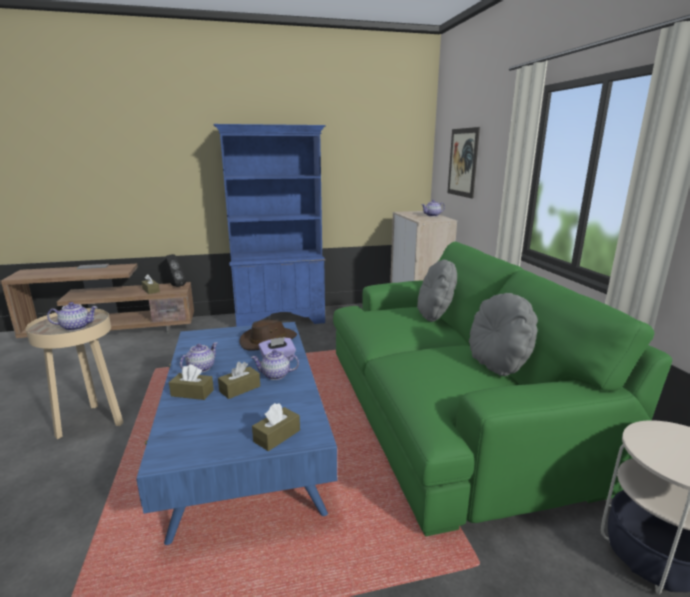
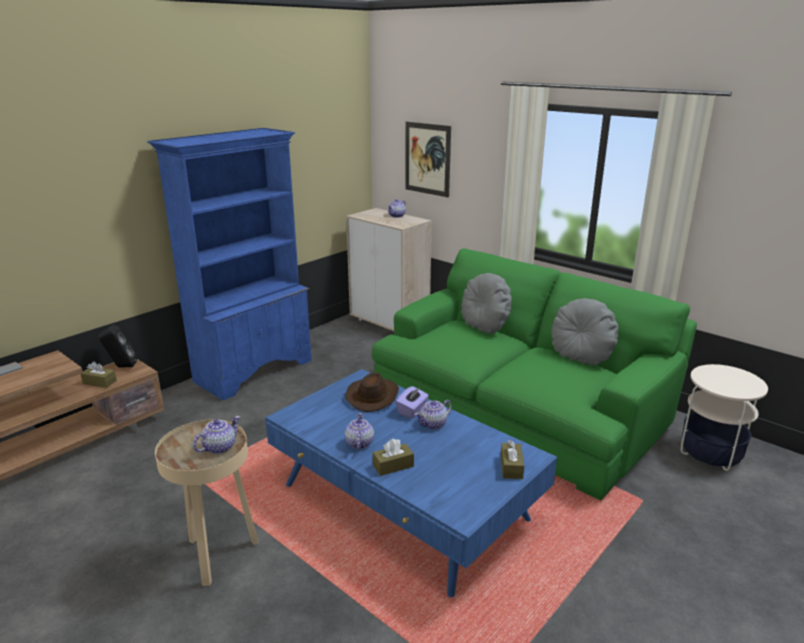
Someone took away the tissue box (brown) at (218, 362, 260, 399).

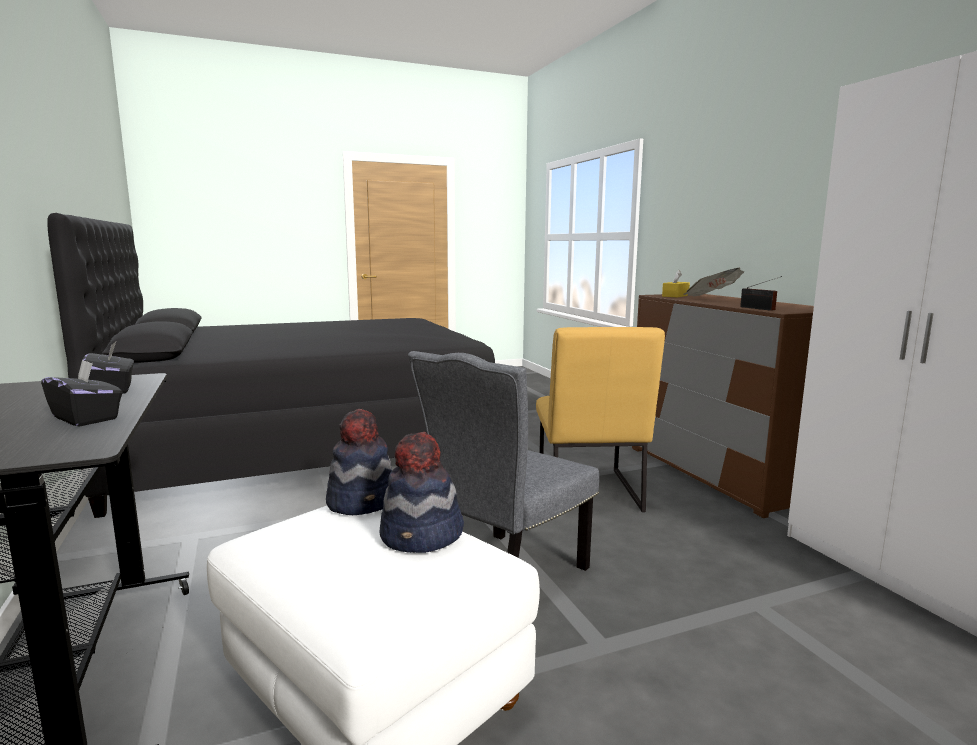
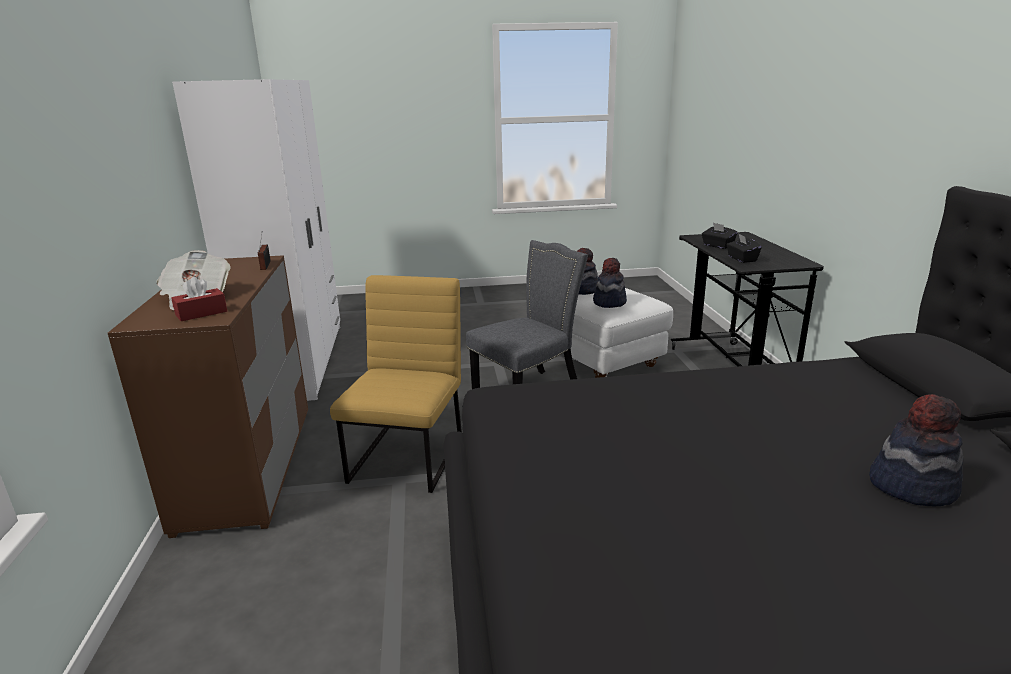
Someone put down the hat at (869, 394, 964, 506).
Someone repainted the tissue box (yellow) at (662, 270, 690, 297), which became the tissue box (red) at (171, 277, 227, 321).

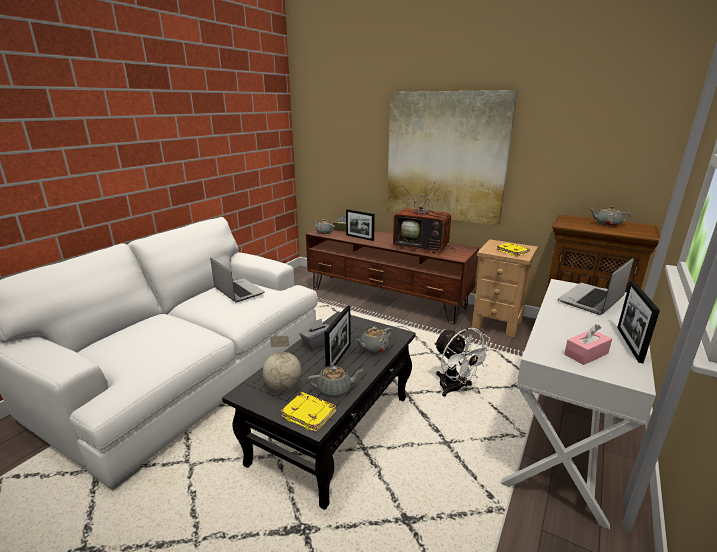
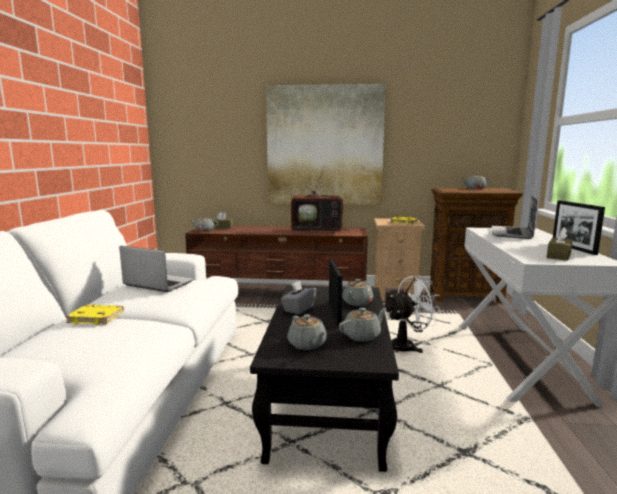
Someone took away the picture frame at (346, 209, 375, 241).
Someone carried the book (yellow) from (280, 392, 336, 432) to (66, 305, 124, 325).
Someone swapped the globe at (263, 336, 302, 391) for the teapot (grey) at (287, 314, 327, 350).
Someone repainted the tissue box (pink) at (564, 324, 612, 365), which became the tissue box (brown) at (547, 227, 573, 261).
Someone rotated the fan (white) at (434, 328, 493, 397) by 60 degrees counterclockwise.

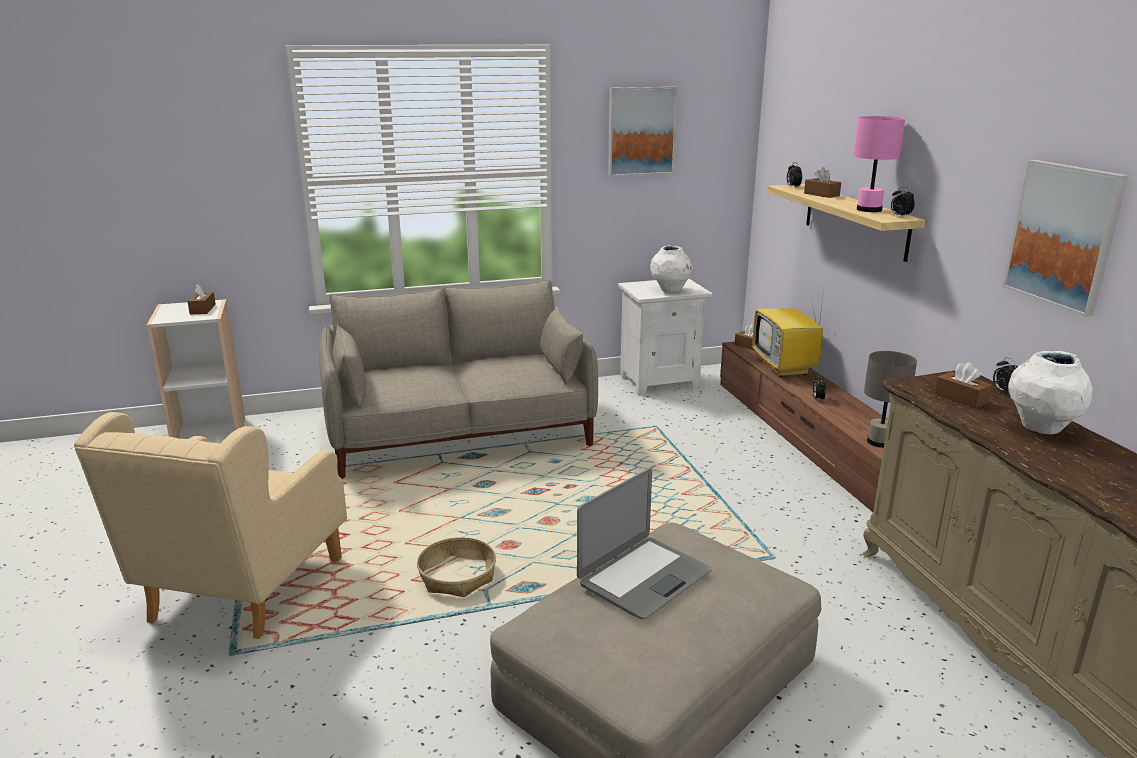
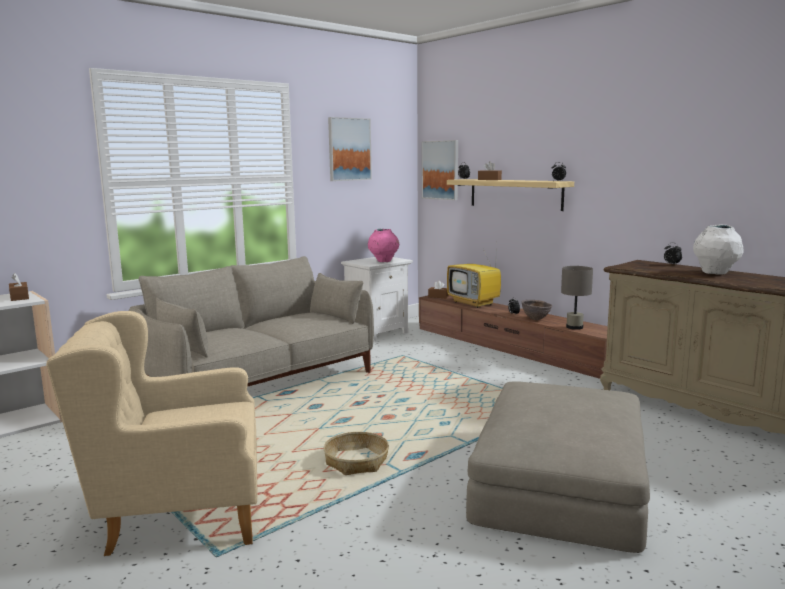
Someone took away the laptop at (577, 468, 712, 619).
Someone took away the table lamp (pink) at (854, 116, 905, 212).
Someone took away the tissue box (brown) at (935, 362, 992, 408).
Someone put down the bowl (brown) at (522, 300, 552, 320).
Someone carried the picture from (1003, 160, 1128, 317) to (422, 140, 458, 200).
Someone repainted the vase (white) at (650, 245, 693, 293), which became the vase (pink) at (368, 229, 399, 262).
Someone rotated the armchair (beige) at (74, 412, 347, 639) by 90 degrees clockwise.

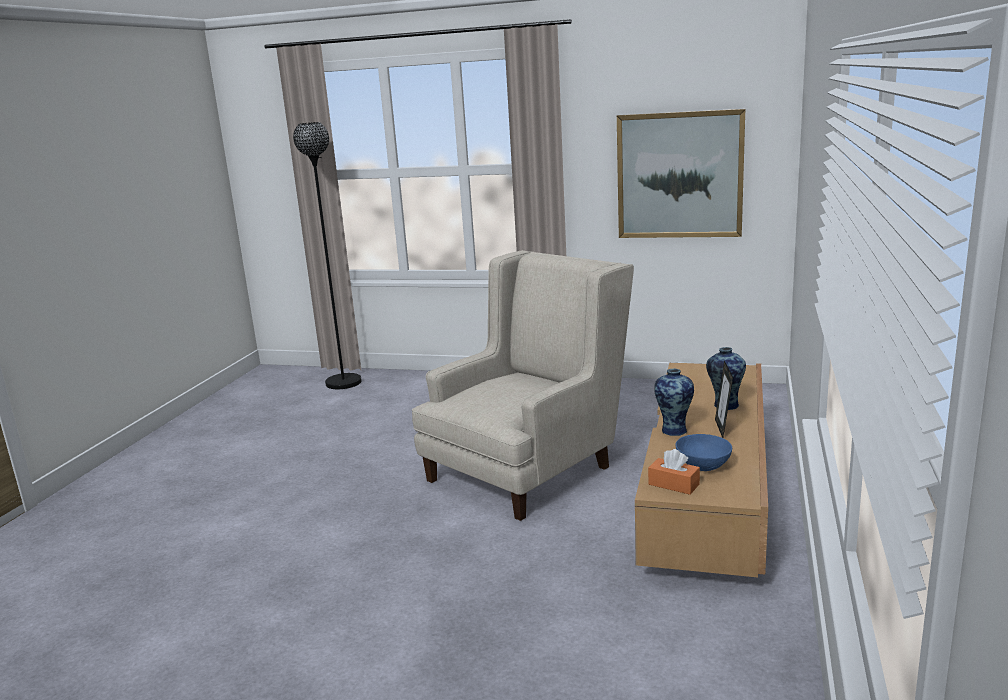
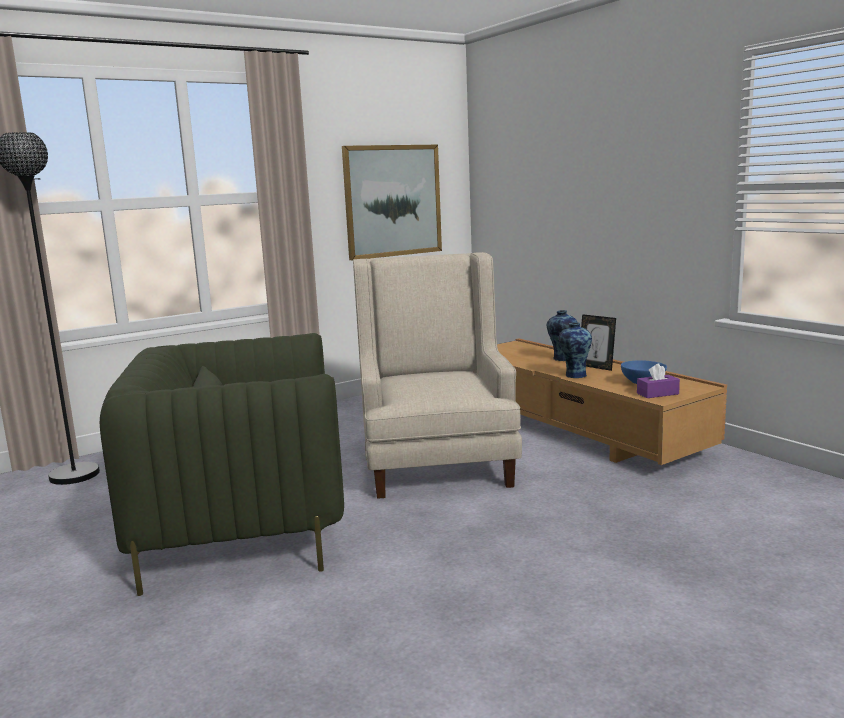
Someone put down the armchair (green) at (100, 333, 344, 596).
Someone repainted the tissue box (orange) at (648, 449, 700, 495), which became the tissue box (purple) at (637, 363, 680, 398).

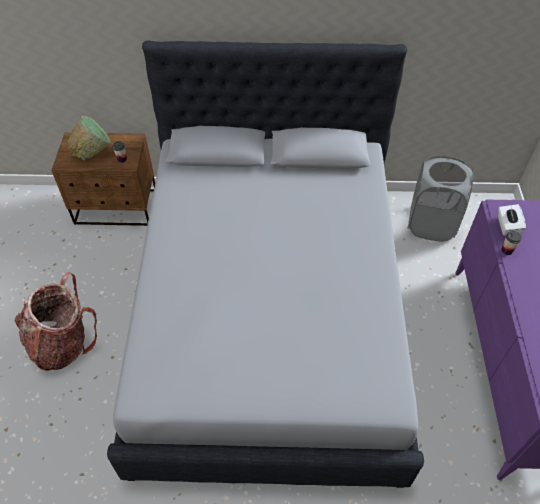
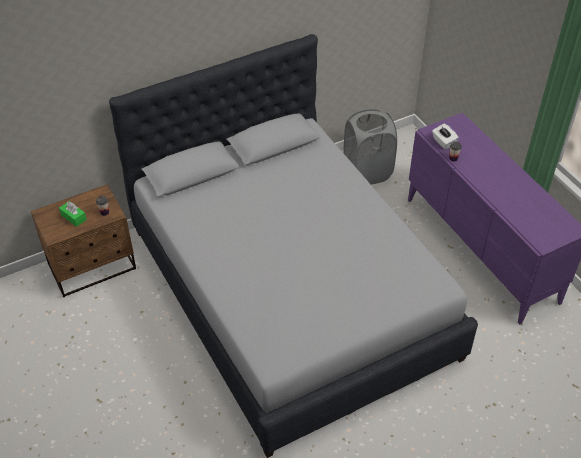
Someone took away the backpack at (15, 272, 97, 371).
Someone swapped the bowl (green) at (68, 116, 111, 160) for the tissue box (green) at (59, 201, 87, 227).

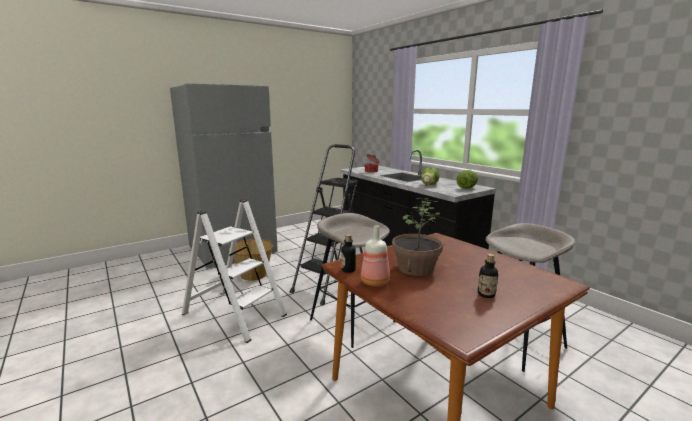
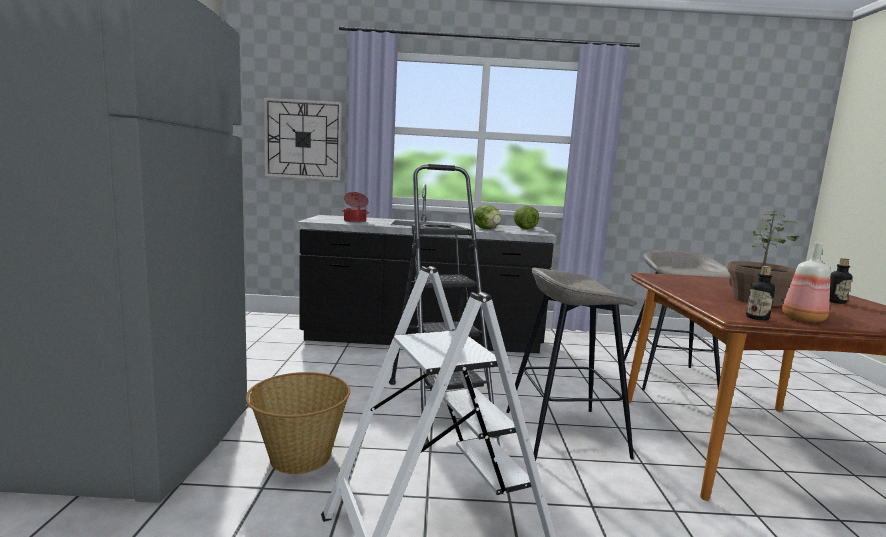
Someone put up the wall clock at (264, 98, 342, 180).

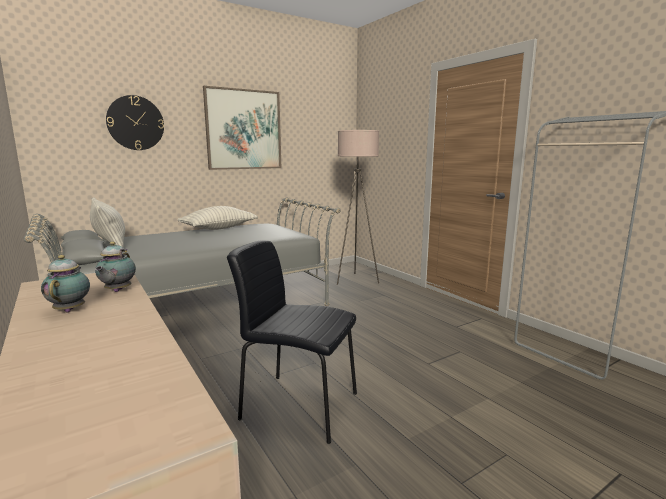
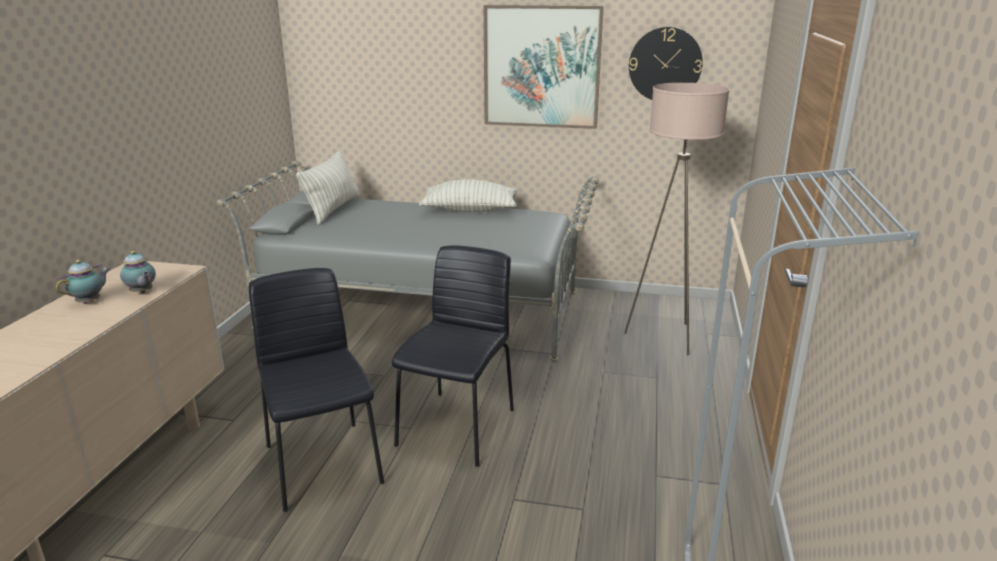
Someone put down the chair (black) at (392, 245, 514, 467).
Someone carried the wall clock from (106, 95, 164, 150) to (629, 27, 703, 100).
Someone rotated the teapot at (95, 242, 136, 292) by 90 degrees counterclockwise.

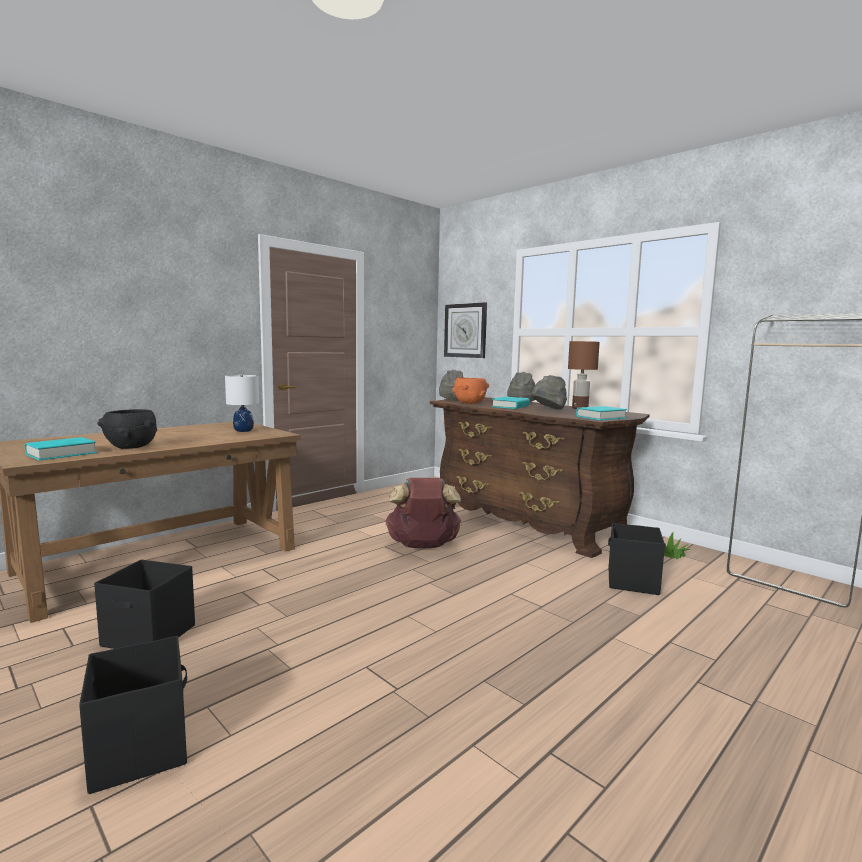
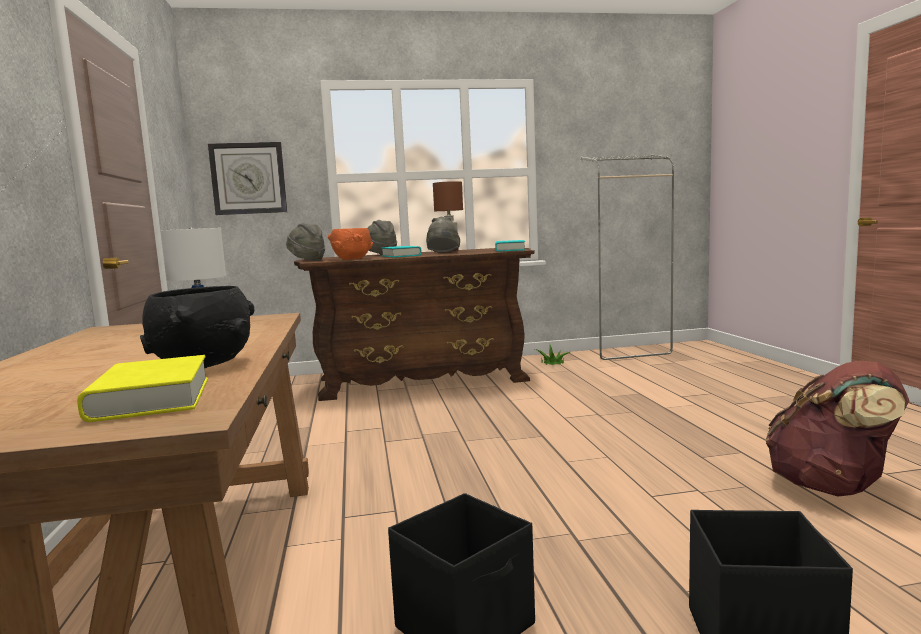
Someone took away the storage box (black) at (608, 523, 665, 595).
Someone carried the backpack (brown) from (385, 478, 462, 548) to (765, 361, 909, 496).
Someone repainted the book (turquoise) at (25, 437, 97, 461), which became the book (yellow) at (77, 355, 208, 422).

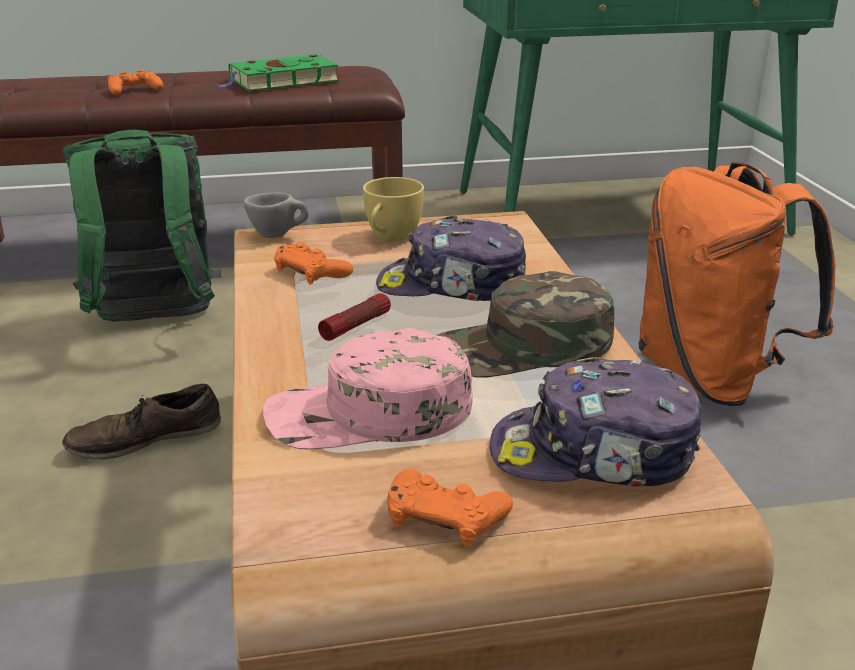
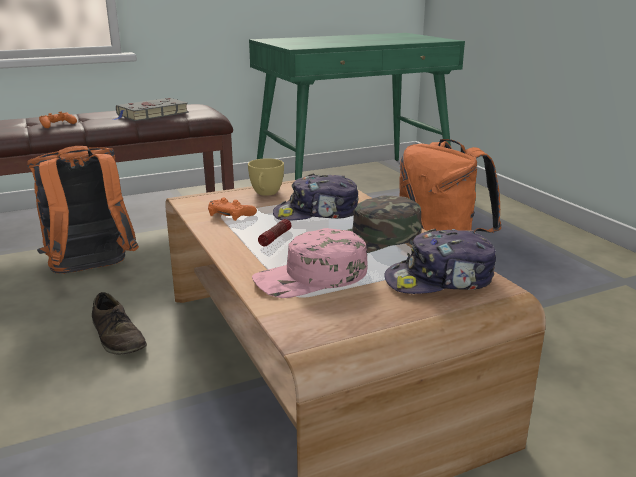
Someone took away the cup (grey) at (244, 192, 309, 238).
Someone took away the game controller (orange) at (387, 469, 513, 547).
Someone repainted the backpack (green) at (63, 130, 222, 322), which became the backpack (orange) at (27, 146, 139, 274).
Someone repainted the book (green) at (217, 54, 339, 91), which became the book (grey) at (114, 98, 189, 121).
Someone rotated the shoe (brown) at (62, 384, 221, 460) by 90 degrees counterclockwise.

